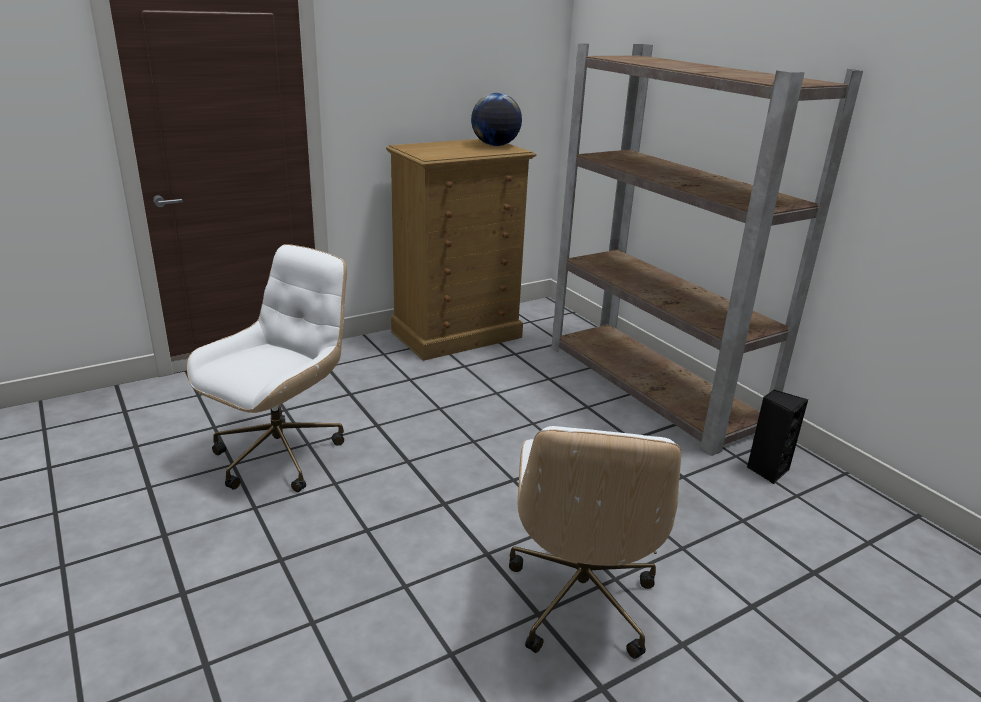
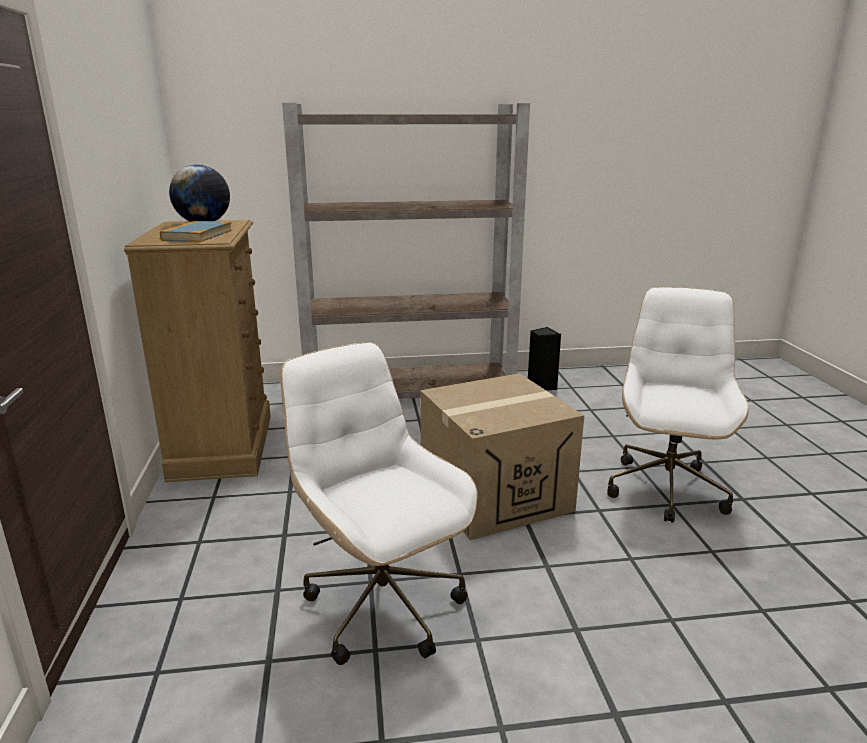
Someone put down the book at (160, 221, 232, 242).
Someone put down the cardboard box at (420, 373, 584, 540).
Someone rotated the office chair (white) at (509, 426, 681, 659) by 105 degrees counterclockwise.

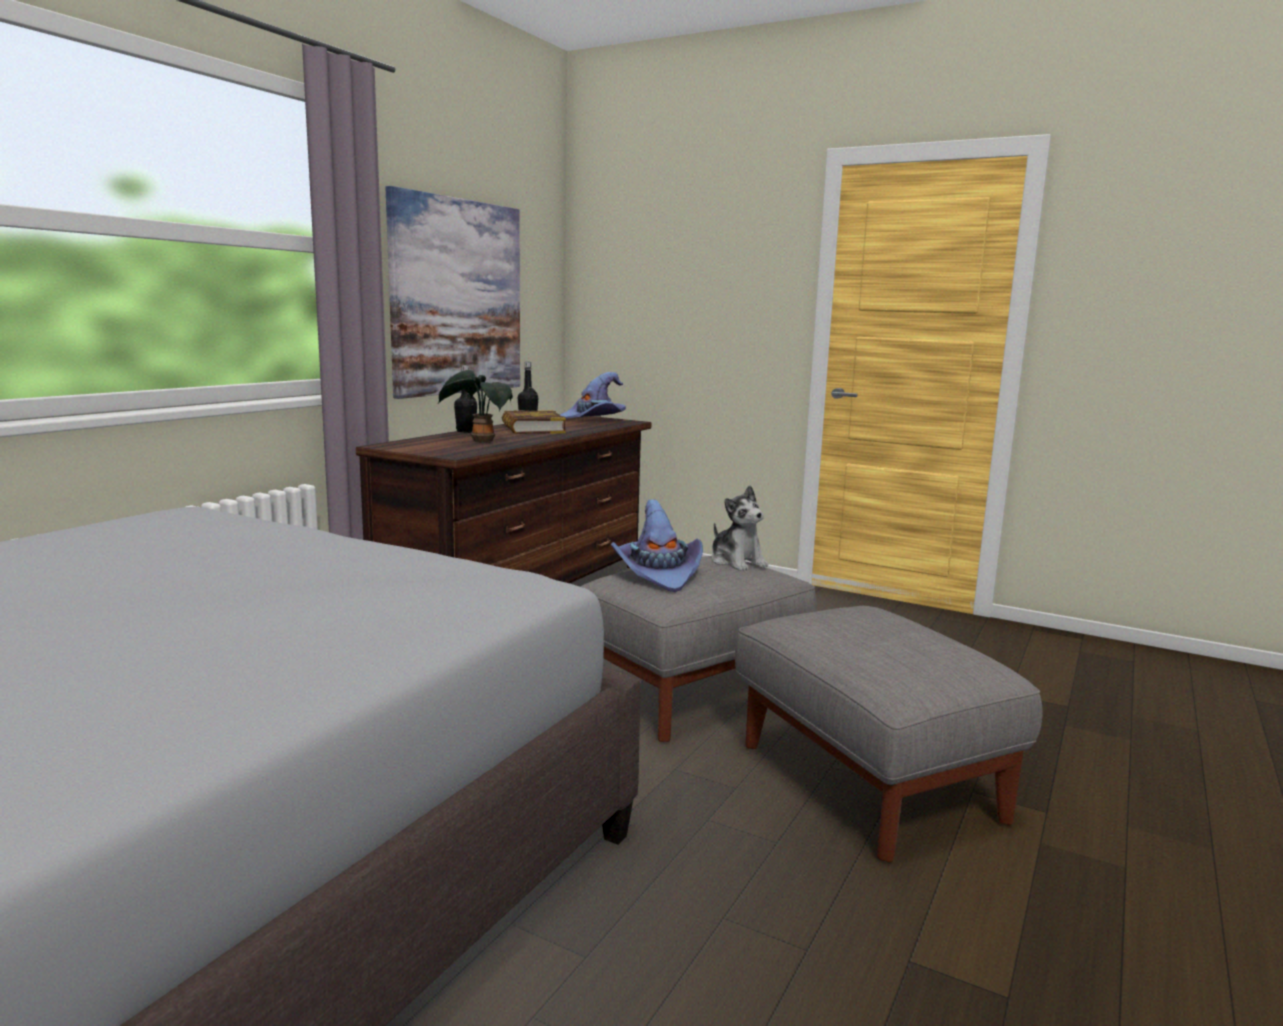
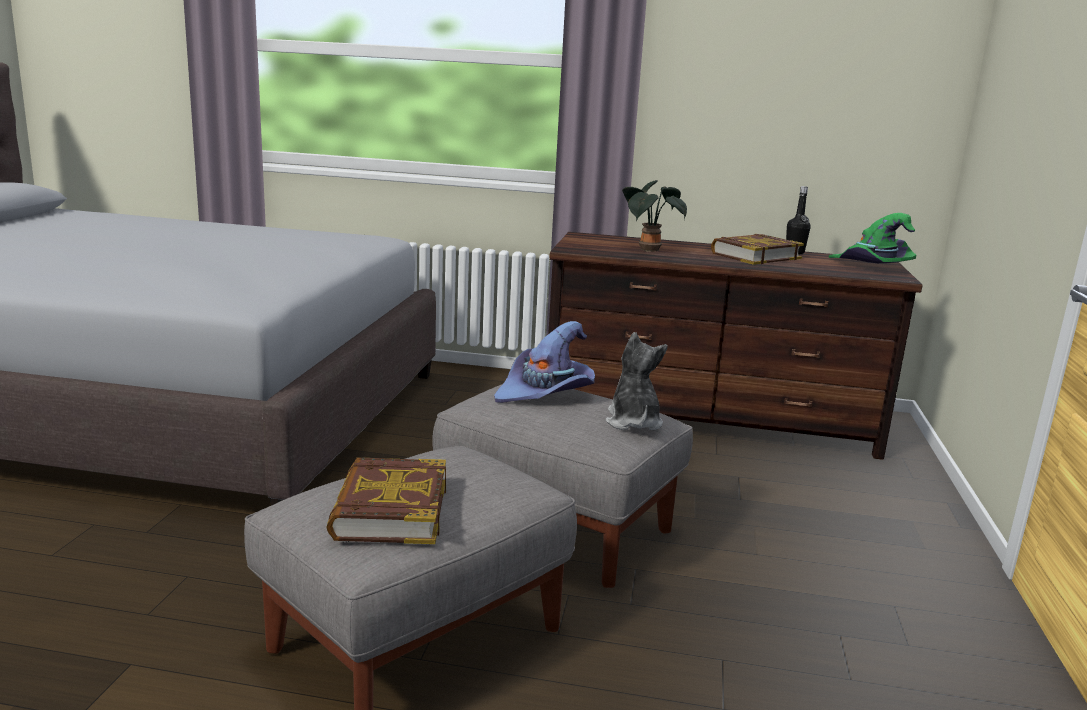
Someone took away the picture at (385, 186, 520, 399).
Someone took away the bottle (black) at (454, 365, 477, 433).
Someone put down the book at (326, 457, 446, 544).
Someone repainted the hat (purple) at (560, 372, 626, 419), which became the hat (green) at (829, 213, 916, 263).
Someone rotated the plush toy at (711, 485, 768, 571) by 135 degrees clockwise.

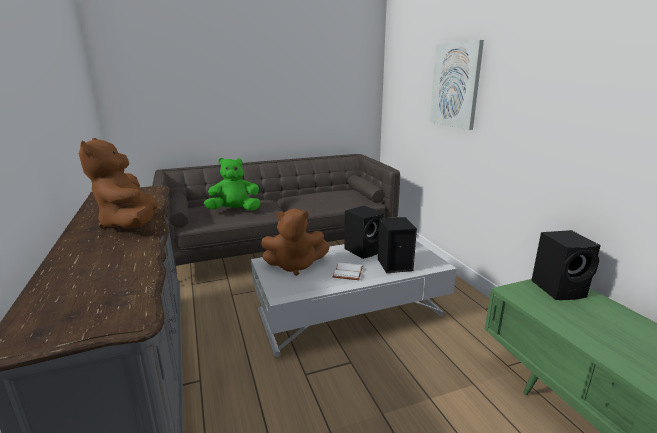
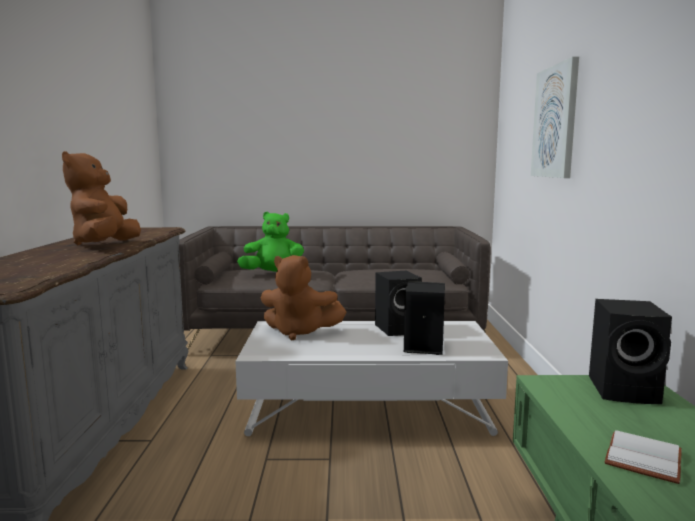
Someone carried the book (white) from (333, 263, 363, 280) to (605, 430, 682, 484).

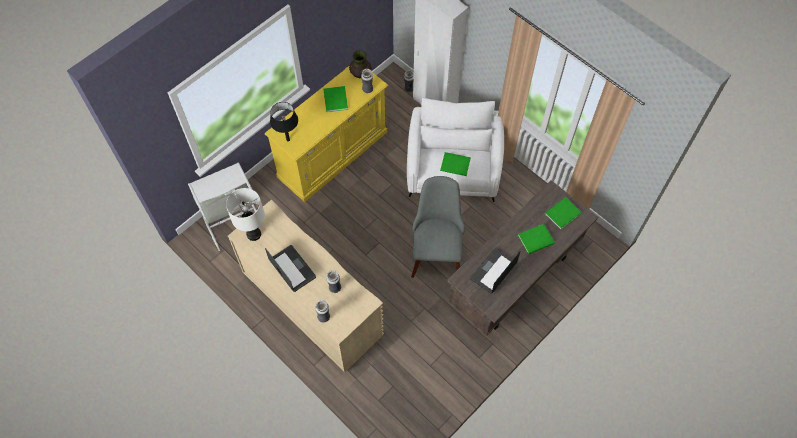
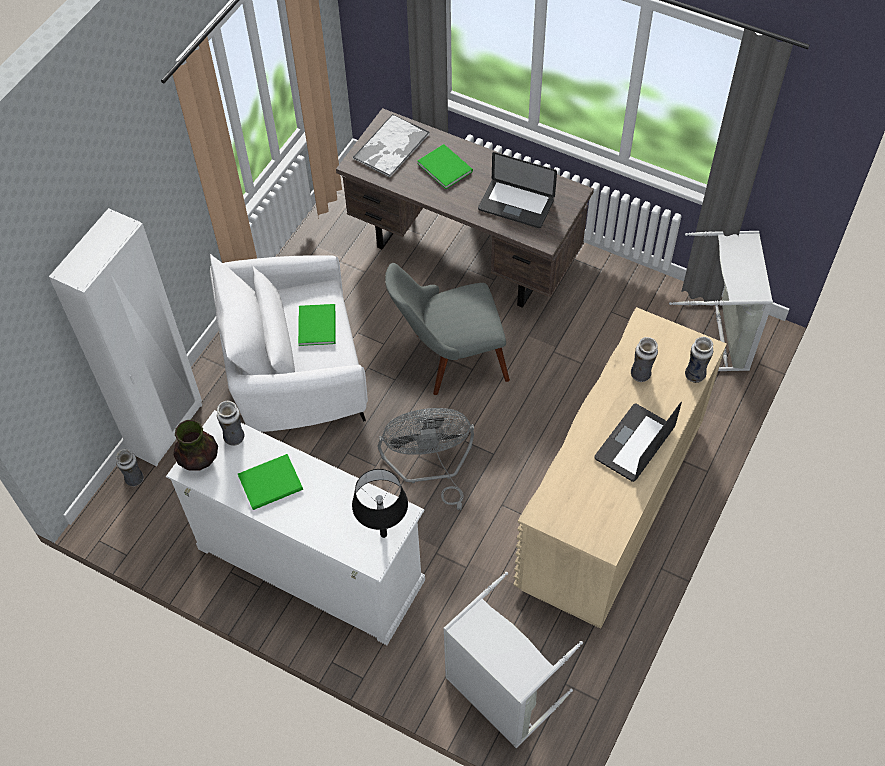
Someone took away the table lamp (white) at (226, 188, 265, 241).
Someone put down the fan (grey) at (377, 408, 474, 510).
Someone put down the laundry basket (grey) at (669, 231, 773, 371).
Someone swapped the book (green) at (545, 197, 581, 230) for the tray at (353, 114, 430, 178).
Someone repainted the cabinet (yellow) at (265, 67, 388, 202), which became the cabinet (white) at (166, 410, 425, 645).

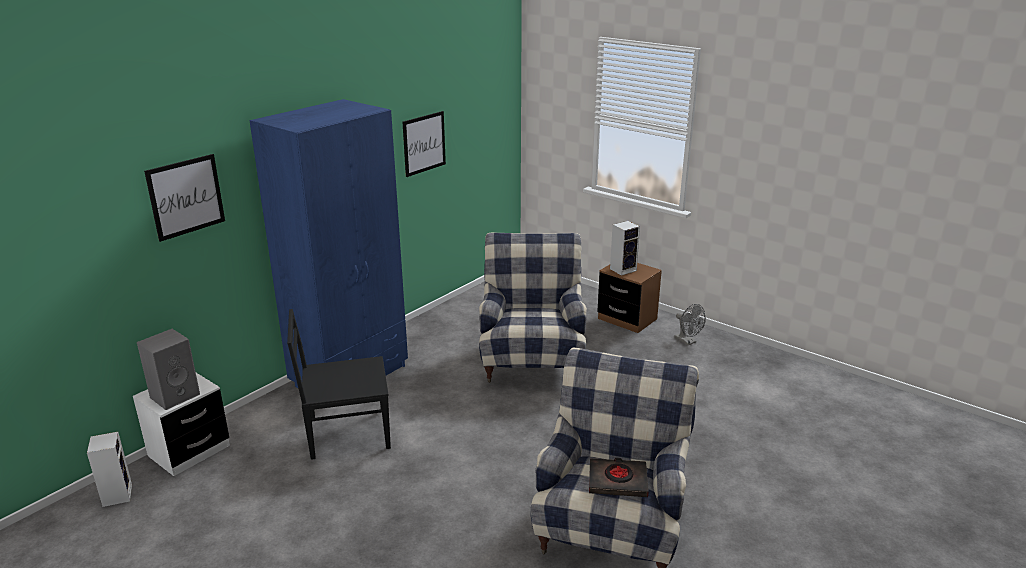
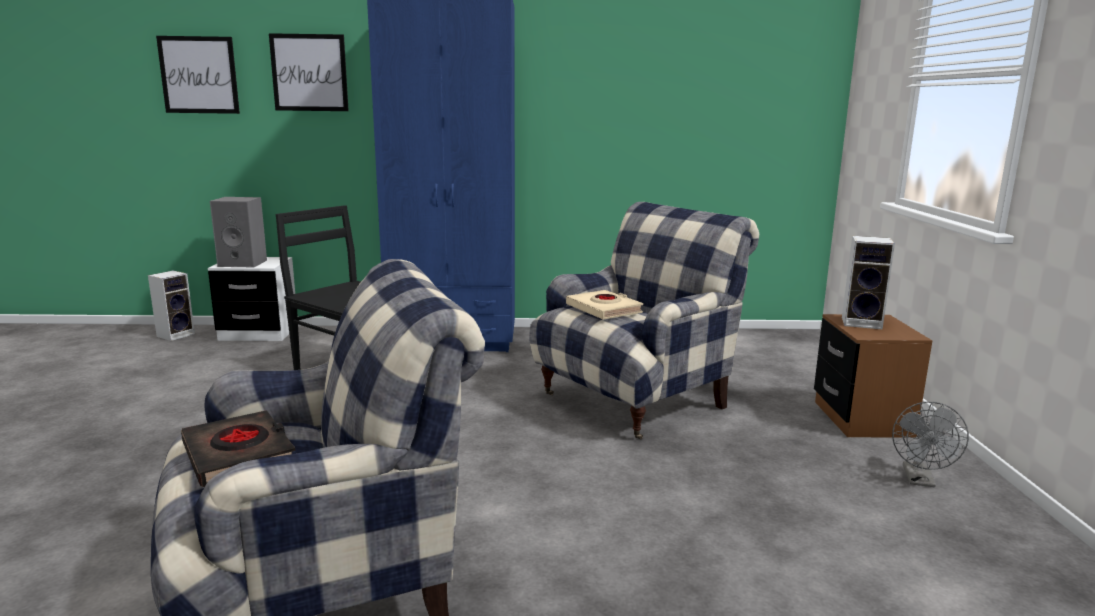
Someone put down the book (beige) at (566, 290, 643, 320).
Someone carried the picture from (402, 111, 446, 177) to (156, 36, 240, 114).

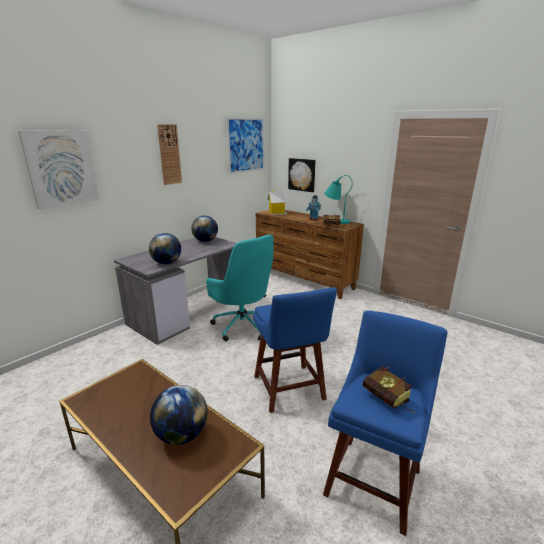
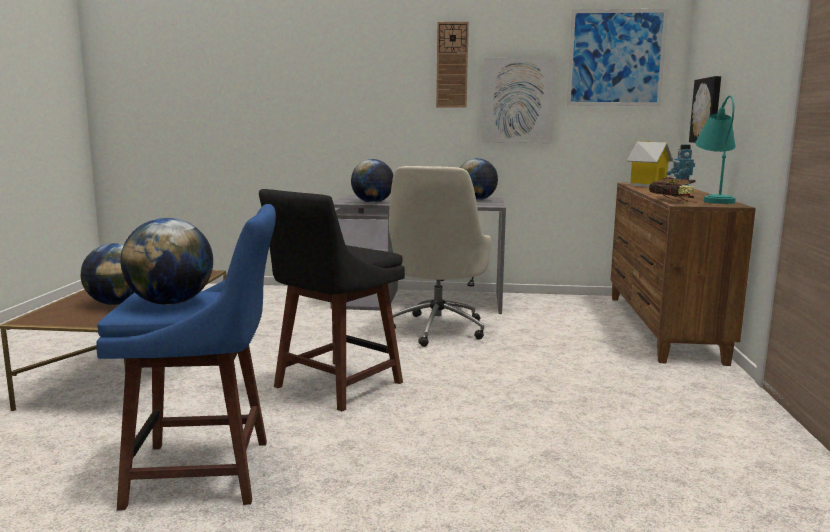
Someone carried the picture from (18, 130, 99, 209) to (482, 57, 556, 143).
Someone swapped the book at (363, 366, 414, 413) for the globe at (121, 218, 213, 305).
Someone repainted the office chair (turquoise) at (206, 235, 274, 341), which became the office chair (beige) at (389, 166, 491, 347).
Someone repainted the stool (blue) at (253, 287, 337, 413), which became the stool (black) at (259, 189, 405, 411).

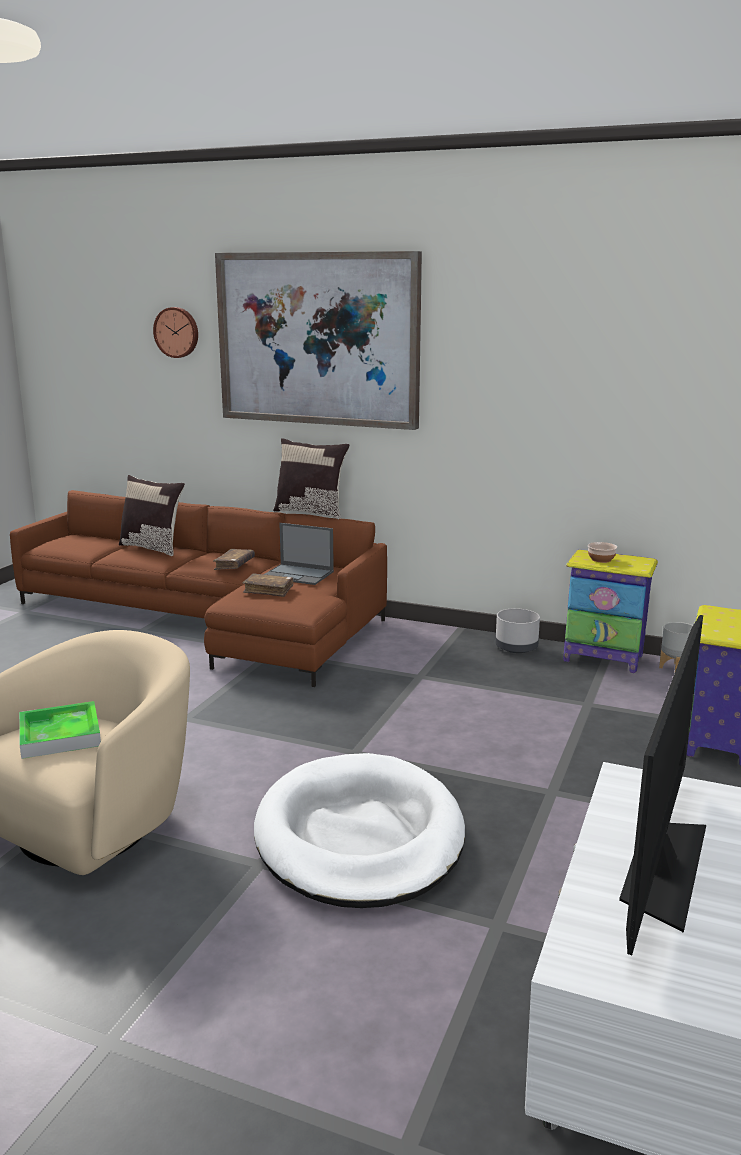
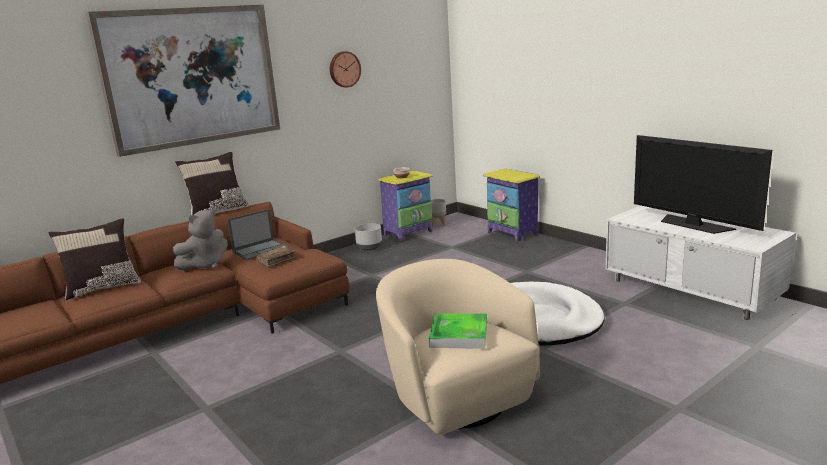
Someone carried the wall clock from (153, 307, 198, 358) to (330, 51, 361, 87).
Someone swapped the book (brown) at (213, 549, 255, 570) for the plush toy (grey) at (173, 209, 228, 270).

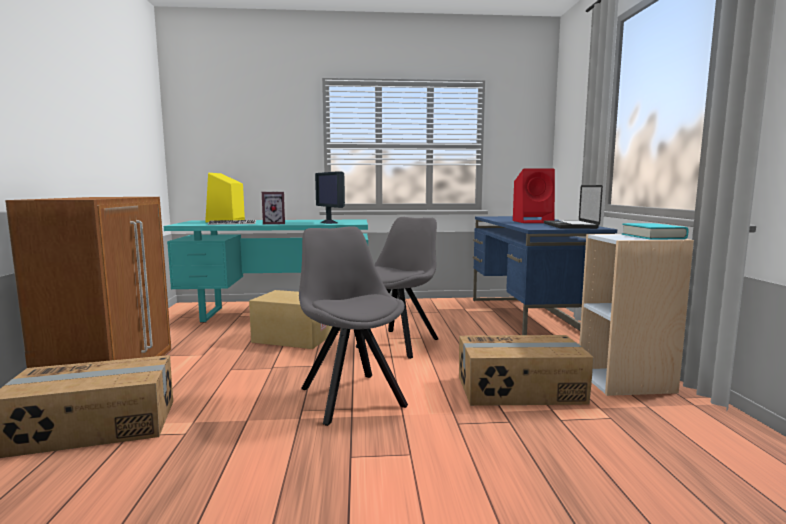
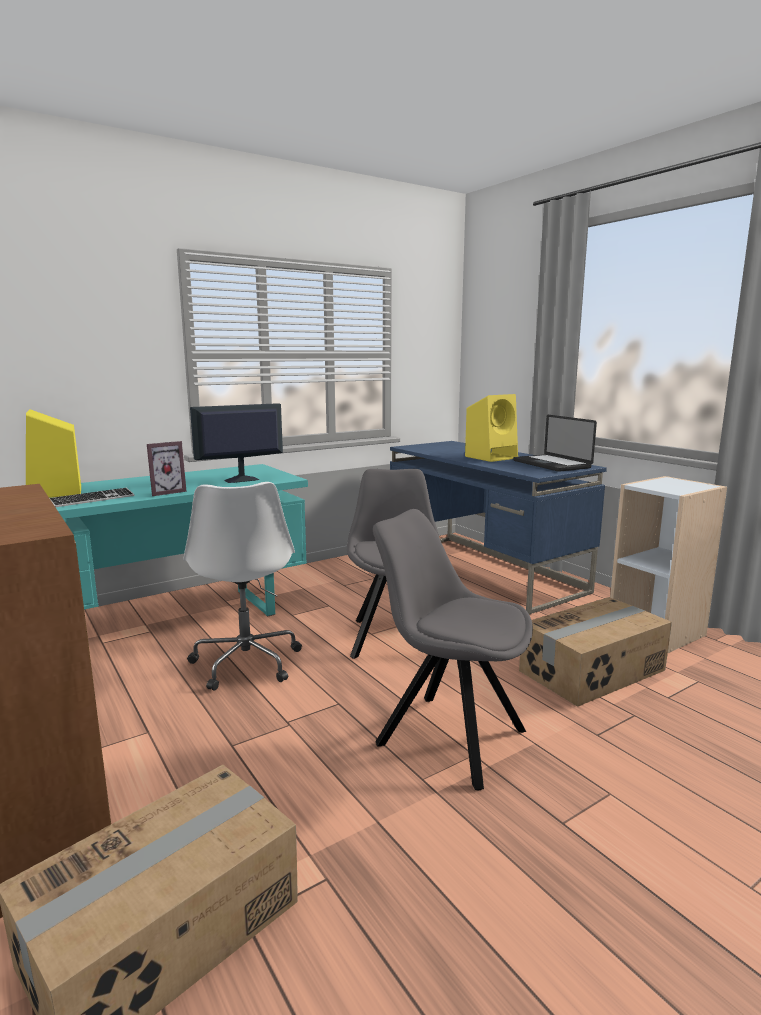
Someone took away the book (turquoise) at (622, 223, 689, 240).
Someone swapped the cardboard box at (249, 290, 333, 349) for the office chair (white) at (183, 482, 302, 691).
Someone repainted the speaker (red) at (513, 168, 555, 223), which became the speaker (yellow) at (465, 394, 518, 462).
Someone rotated the monitor at (315, 171, 345, 224) by 120 degrees clockwise.

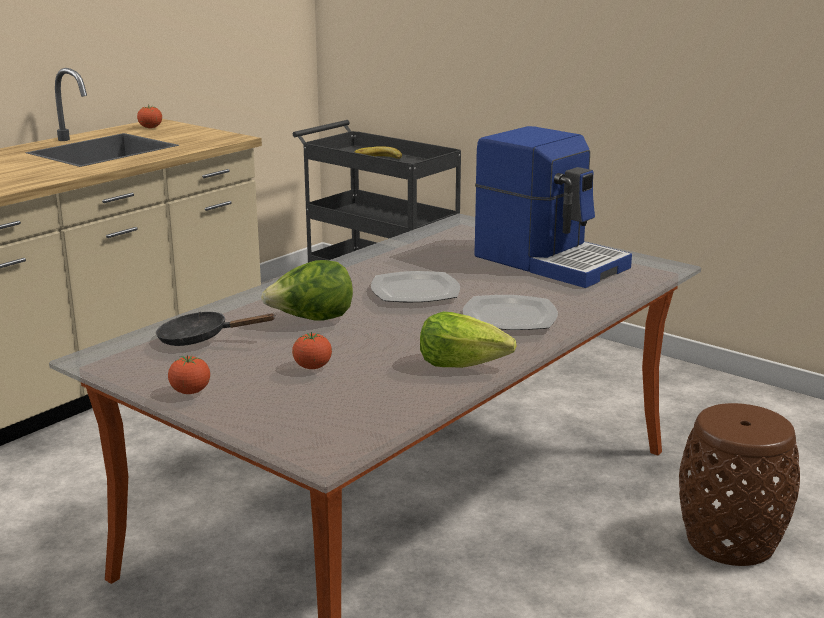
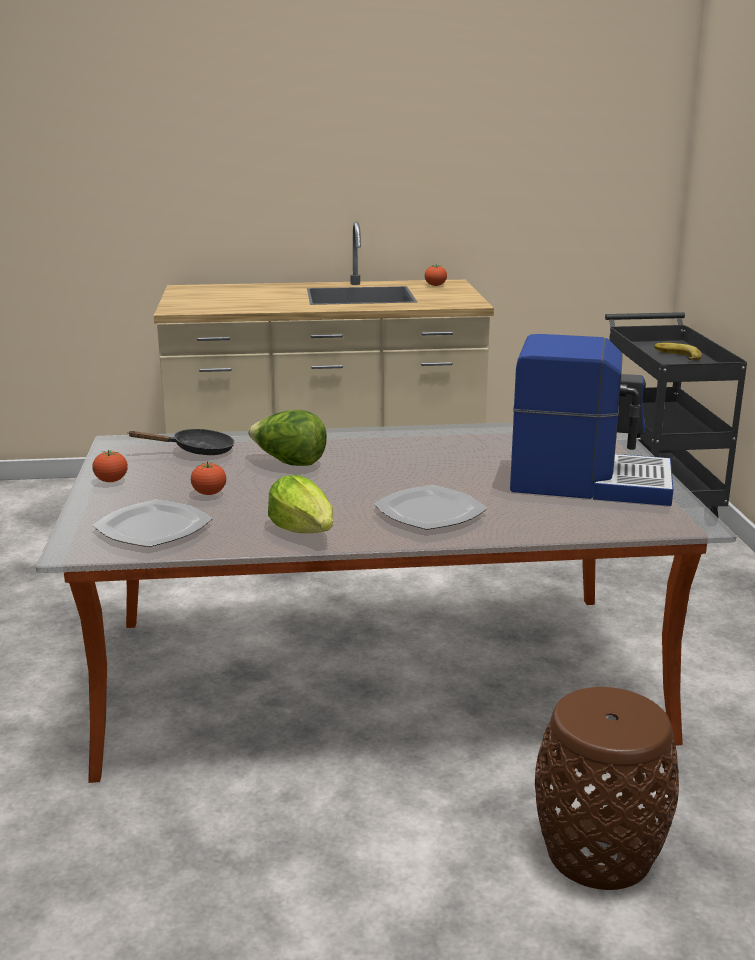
Someone carried the plate from (371, 271, 460, 302) to (93, 499, 213, 547).
Someone rotated the frying pan (black) at (156, 312, 275, 346) by 120 degrees clockwise.
Someone rotated the coffee machine at (474, 126, 632, 288) by 75 degrees counterclockwise.

